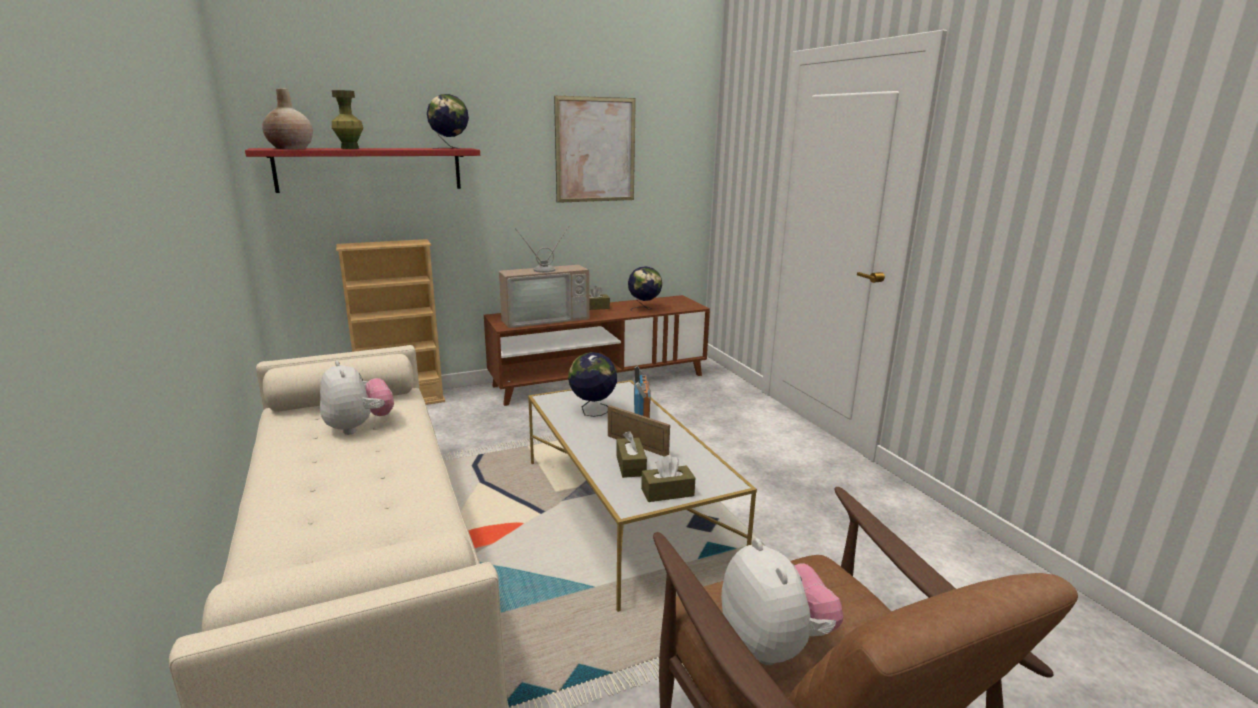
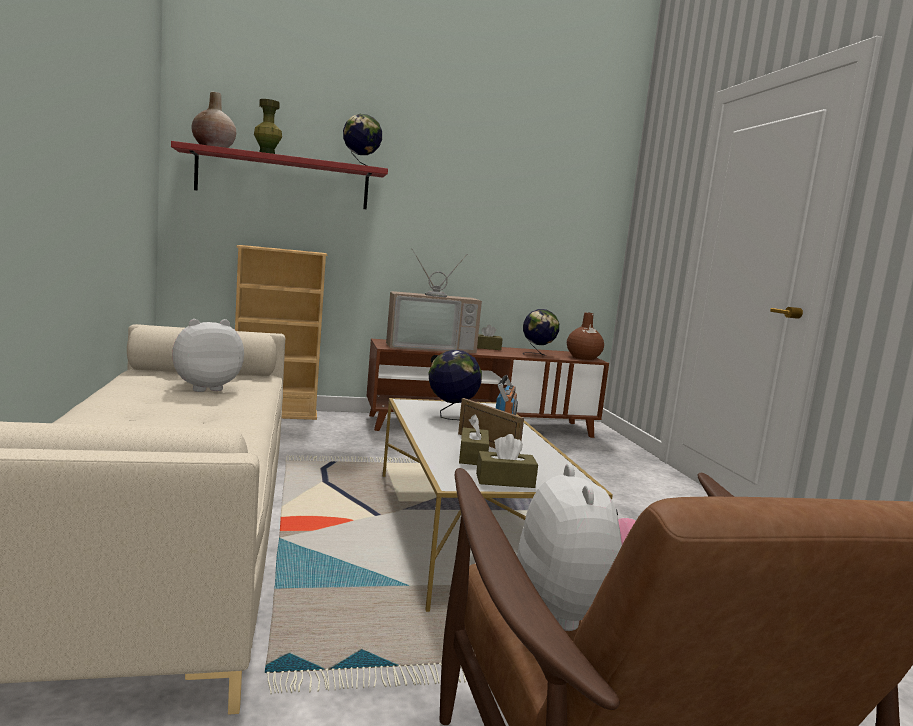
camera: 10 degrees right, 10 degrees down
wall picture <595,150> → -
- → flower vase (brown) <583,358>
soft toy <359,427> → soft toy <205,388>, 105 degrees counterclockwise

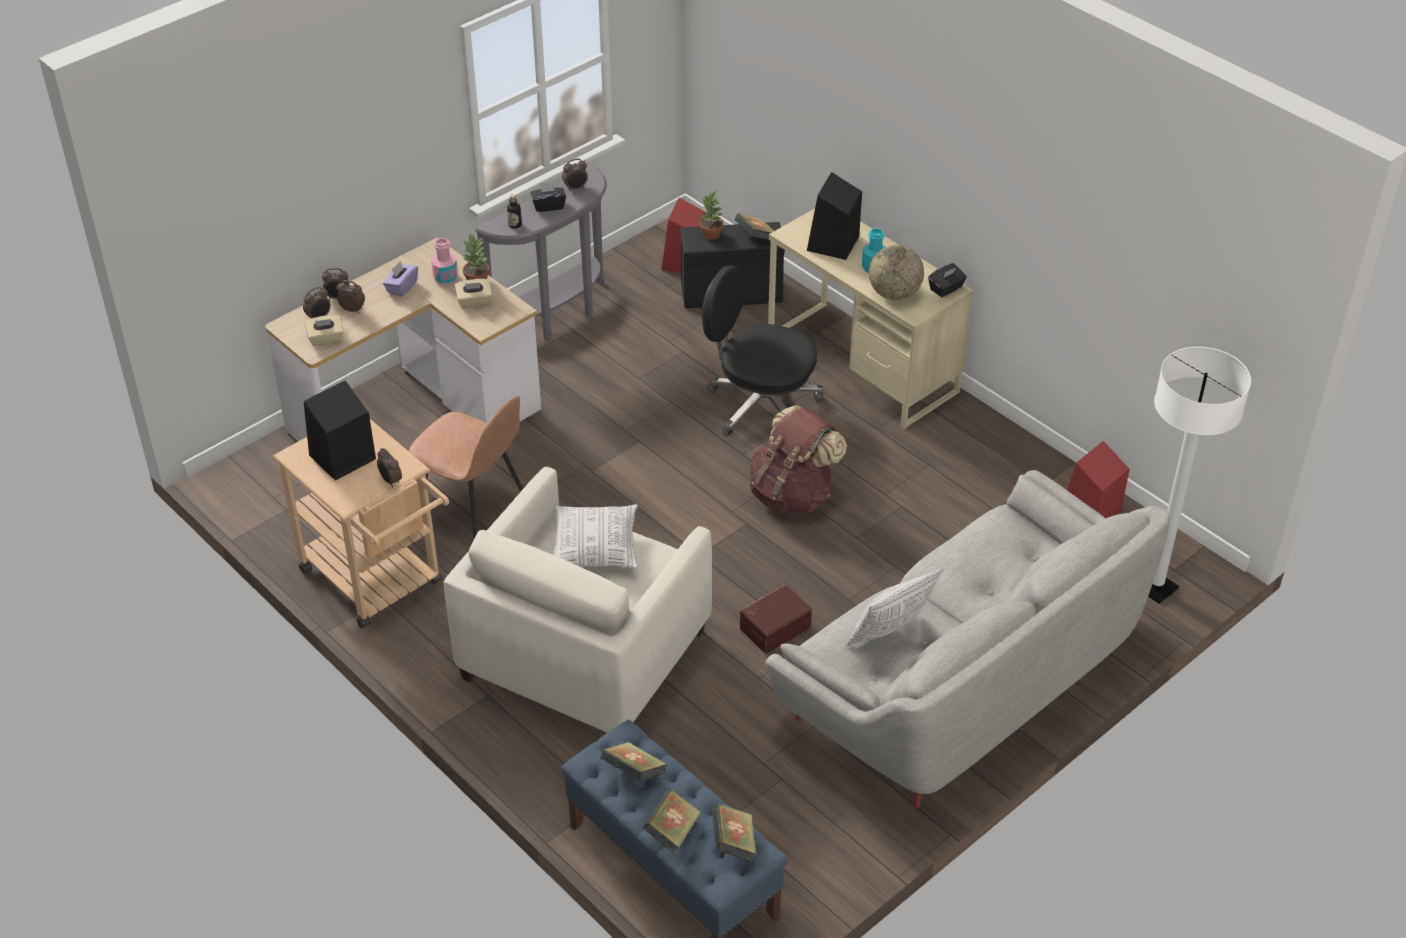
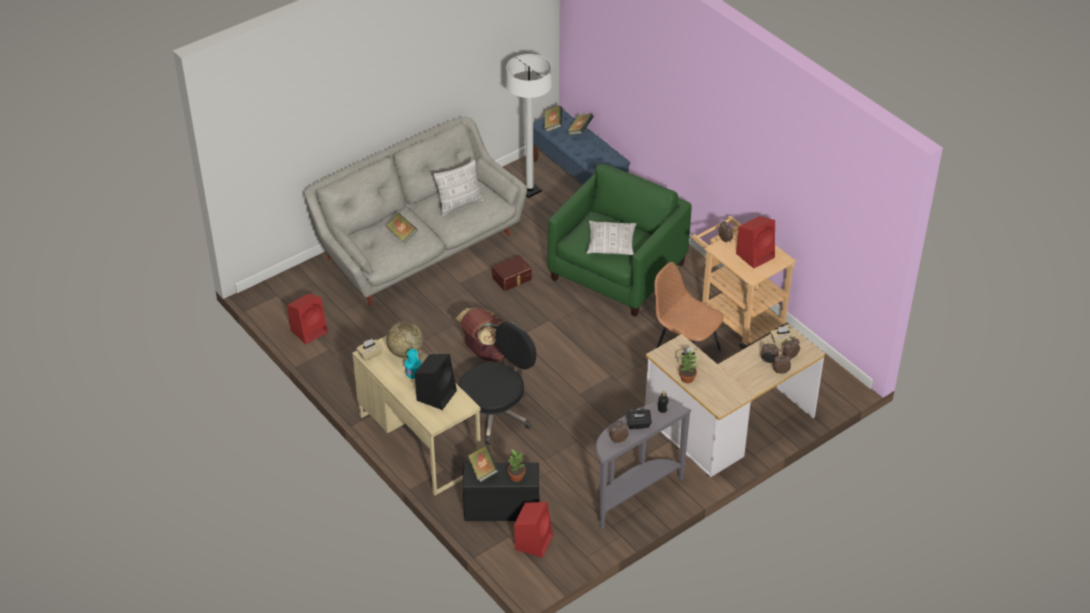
camera: 175 degrees left, 0 degrees up
tissue holder (purple-coloured) <401,287> → -
bottle (pink-coloured) <445,278> → -
book <634,773> → book <402,235>, shifted
standing lamp (white) <1156,588> → standing lamp (white) <529,190>, shifted
audio speaker (blackish) <341,458> → audio speaker (red) <755,255>
armchair (sand-coloured) <586,654> → armchair (green) <617,272>
tissue holder (blackish) <946,289> → tissue holder (sand-coloured) <370,354>
office chair (blackish) <760,405> → office chair (blackish) <496,414>, 75 degrees counterclockwise

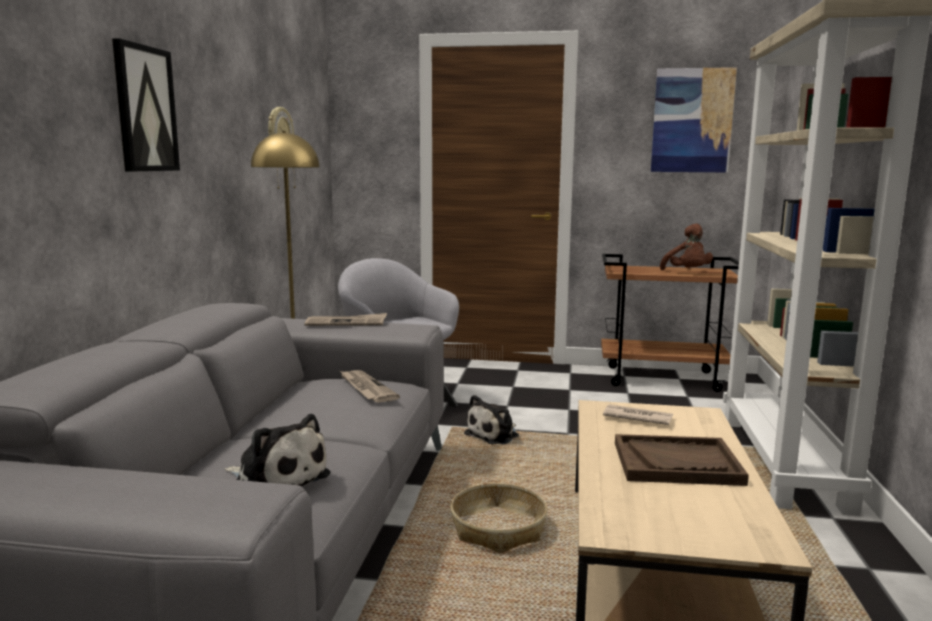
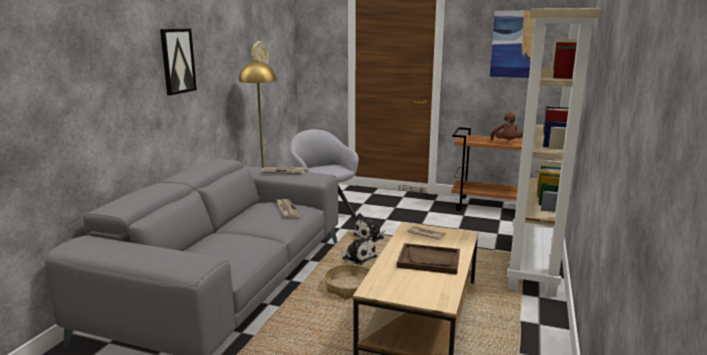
camera: 10 degrees right, 5 degrees up
soft toy <276,481> → soft toy <358,257>, shifted

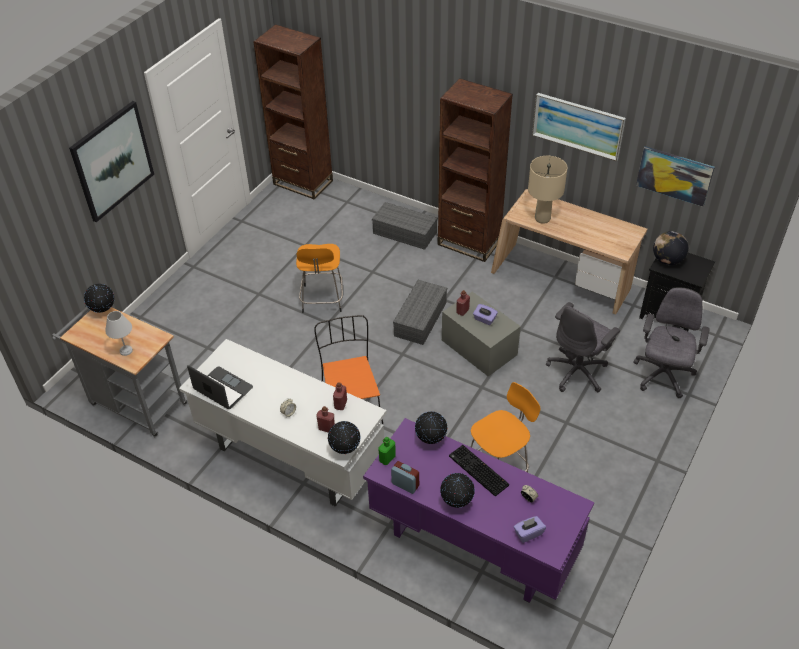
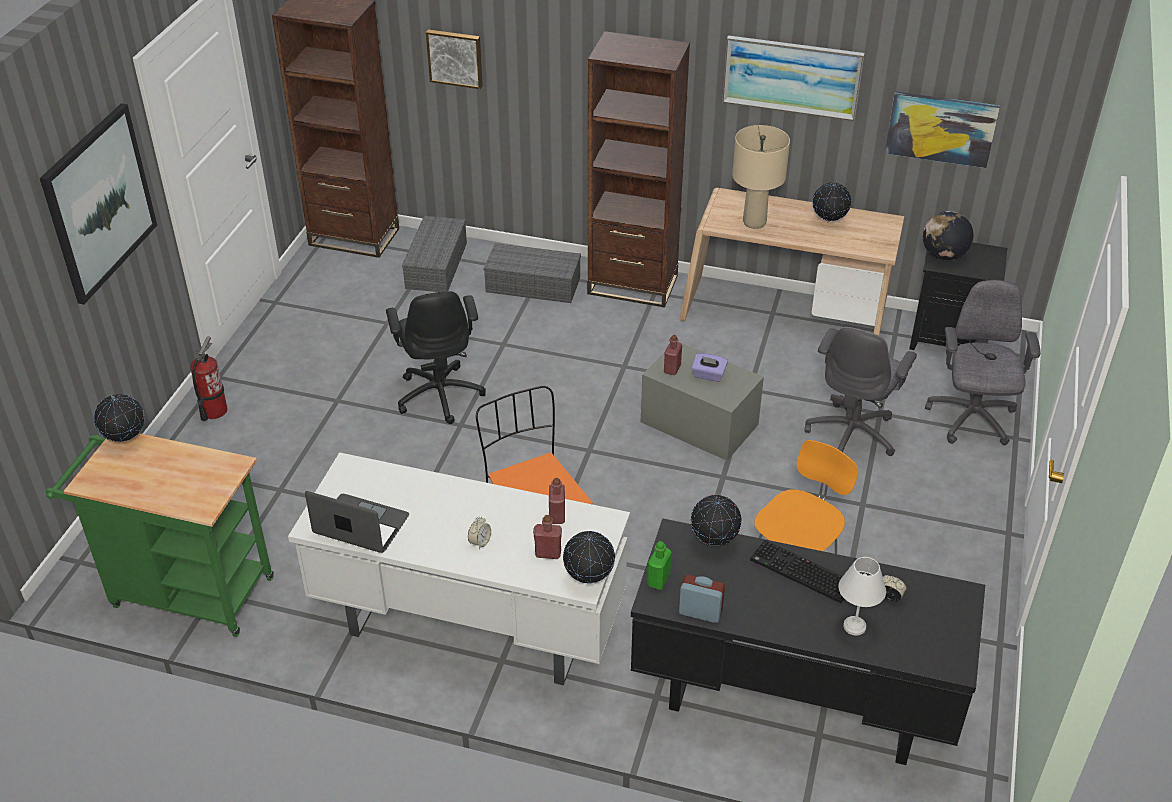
camera: 15 degrees left, 5 degrees down
tissue holder (purple-coloured) <528,533> → -
- → extinguisher <213,411>
- → wall picture <455,58>
lamp for a table (white) <126,351> → lamp for a table (white) <855,627>, shifted
storage box (greyish) <420,318> → storage box (greyish) <435,264>, shifted
desk globe <457,502> → desk globe <829,222>, shifted
sitting stool (orange-coloured) <322,300> → office chair (blackish) <440,394>
wheeled cart (greyish) <134,402> → wheeled cart (green) <184,591>
desk (purple-coloured) <471,546> → desk (blackish) <791,702>

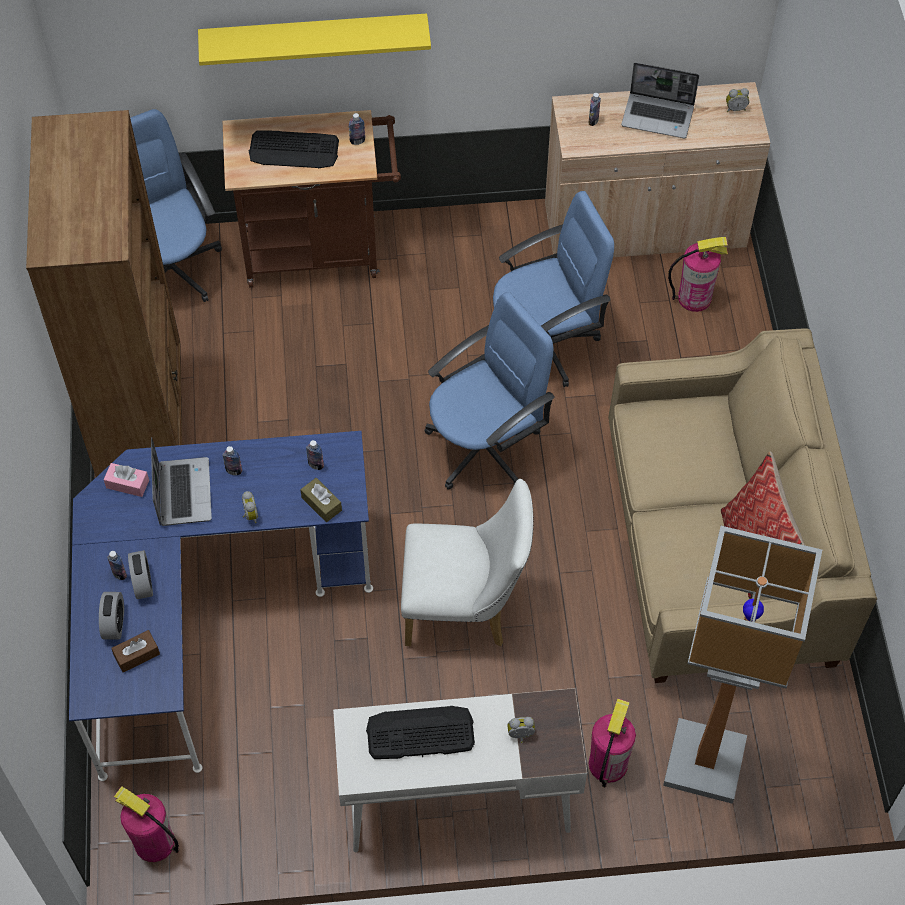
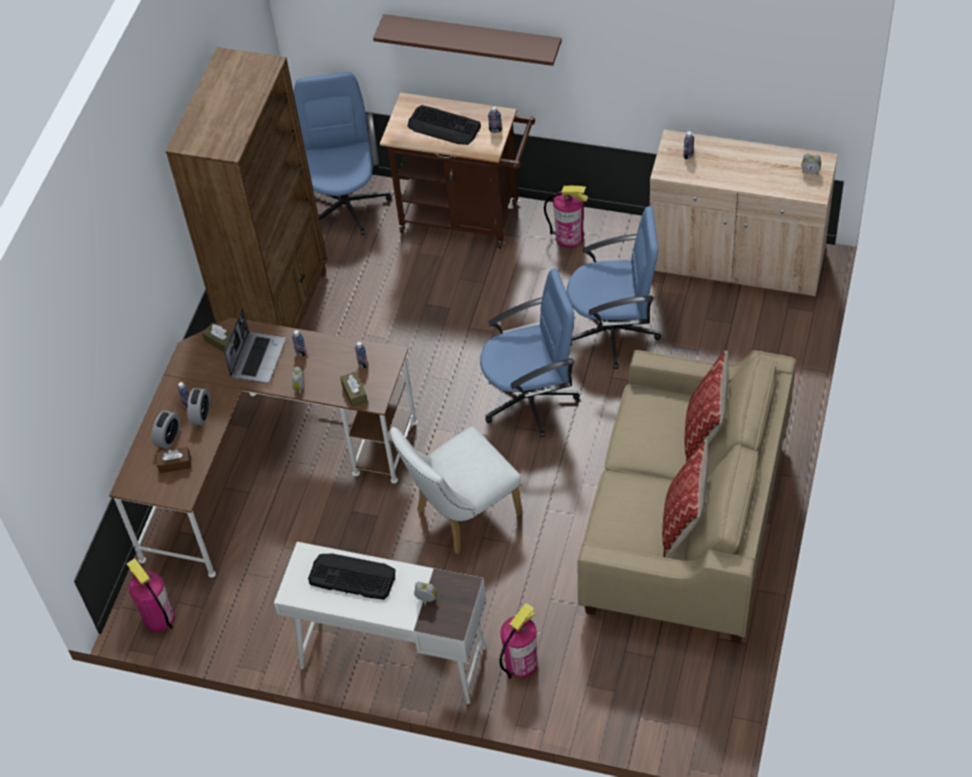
camera: 25 degrees right, 5 degrees down
portable computer <658,116> → -
standing lamp <705,764> → -
- → cushion <704,434>
extinguisher <694,297> → extinguisher <569,237>, shifted
desk (blue) <206,613> → desk (brown) <265,464>
tissue holder (pink-coloured) <127,484> → tissue holder (brown) <220,342>
shelf (yellow-coloured) <314,38> → shelf (brown) <472,40>
upright chair (white) <465,608> → upright chair (white) <461,515>, 120 degrees clockwise

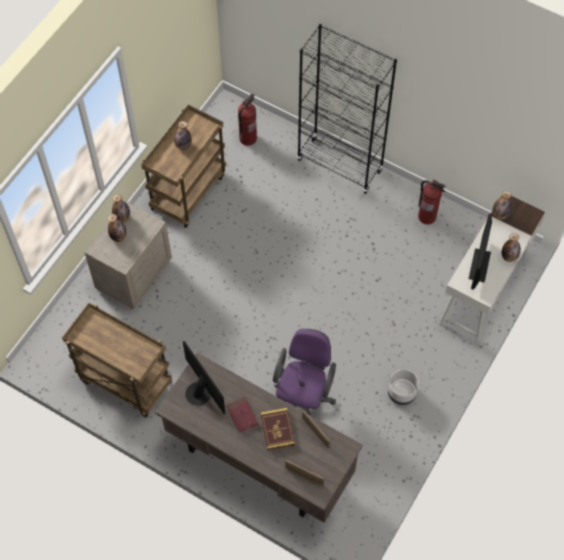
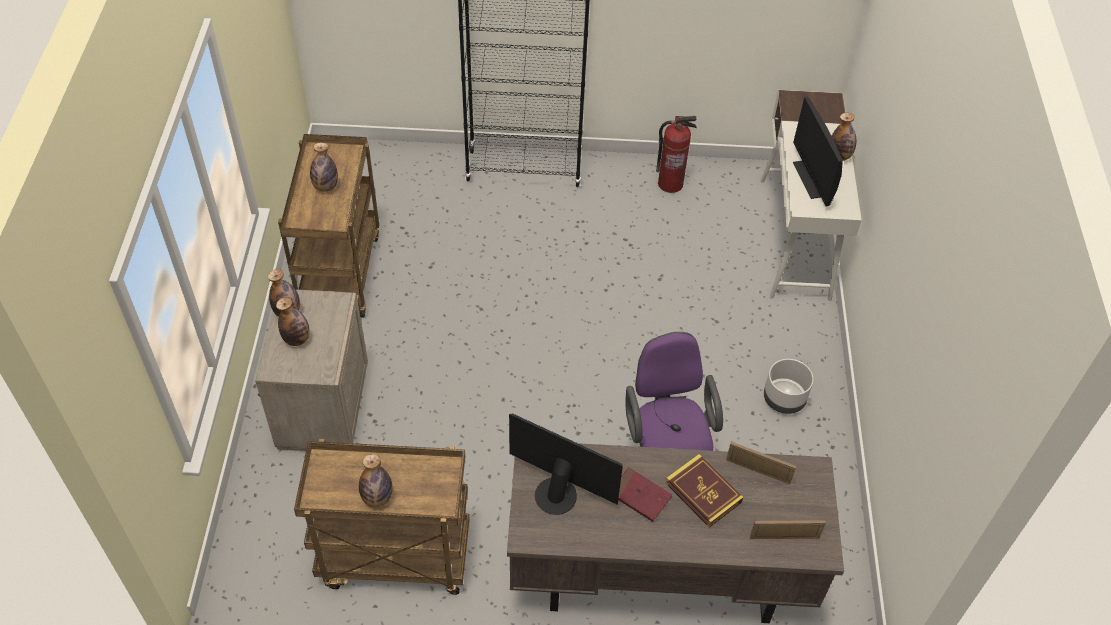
camera: 30 degrees left, 10 degrees down
extinguisher <248,138> → -
bottle <500,215> → bottle <377,498>, shifted

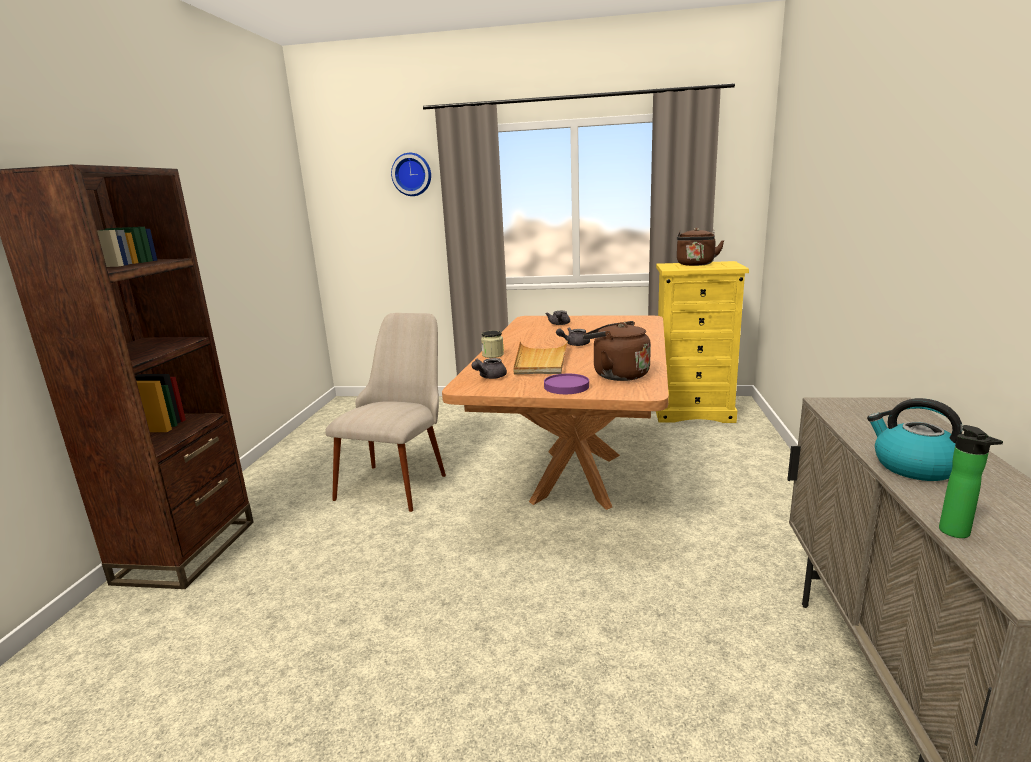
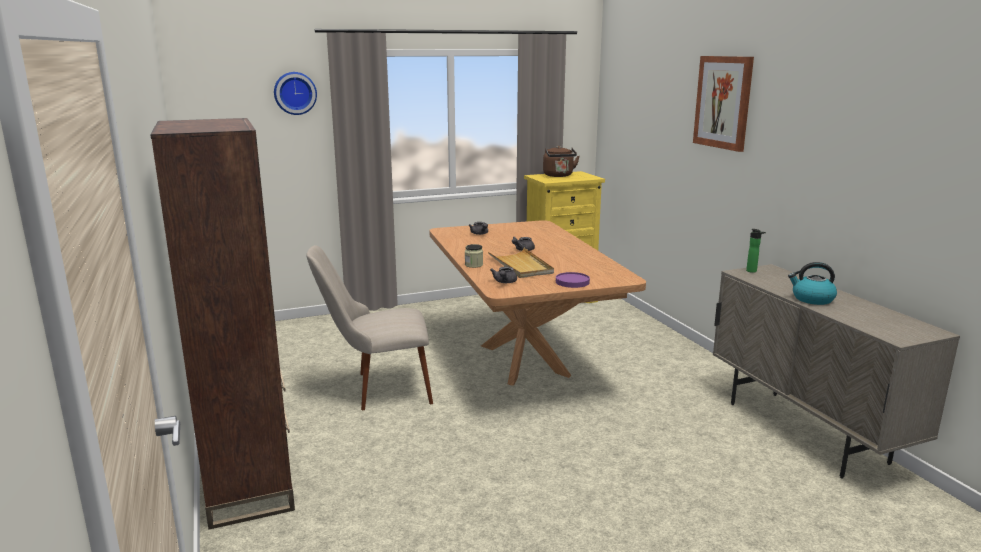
camera: 30 degrees left, 0 degrees up
water kettle (brown) <617,375> → -
- → wall picture <723,102>
bottle <957,534> → bottle <752,271>, shifted
upright chair (sand-coloured) <400,478> → upright chair (sand-coloured) <377,389>, 90 degrees counterclockwise

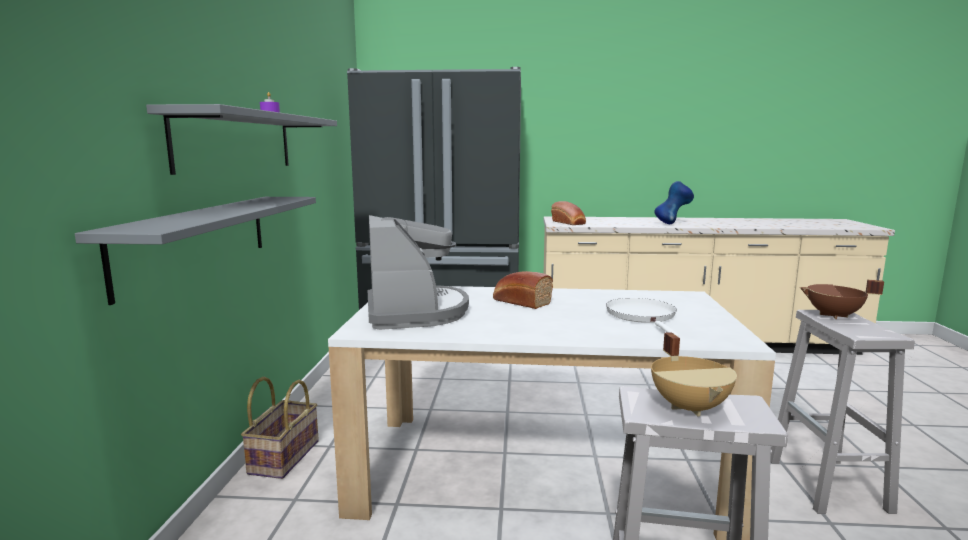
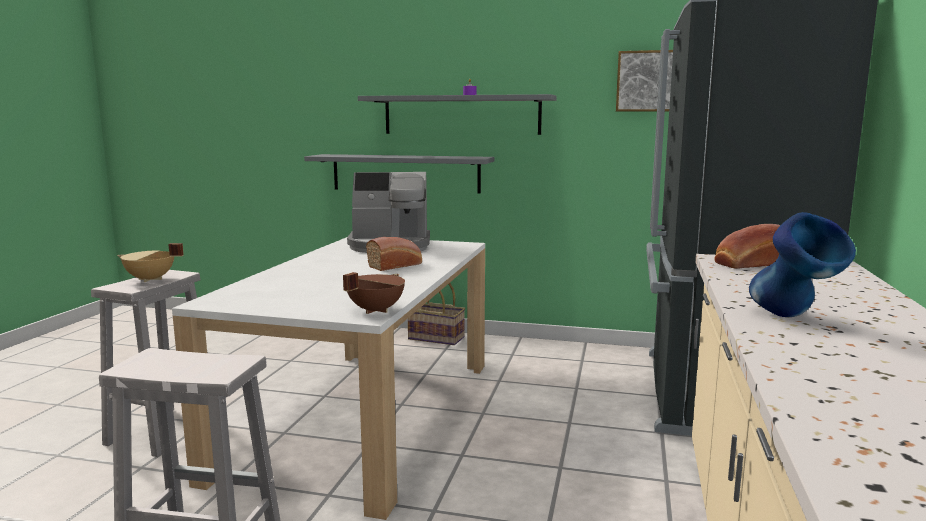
camera: 100 degrees right, 0 degrees up
skillet (white) <642,316> → -
- → wall picture <647,81>
cooking pot (brown) <834,316> → cooking pot (brown) <374,310>, shifted

